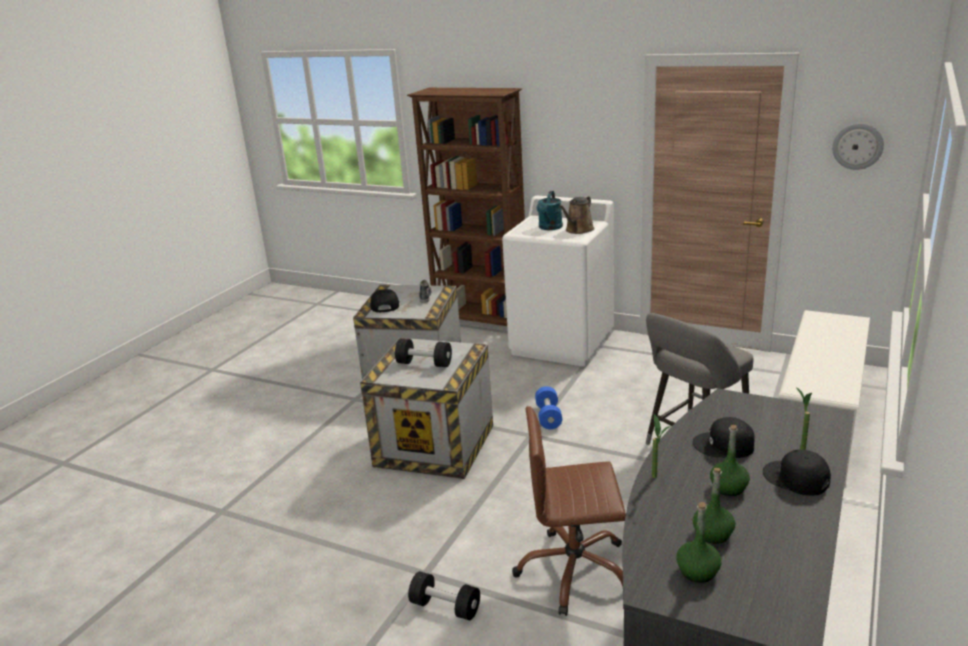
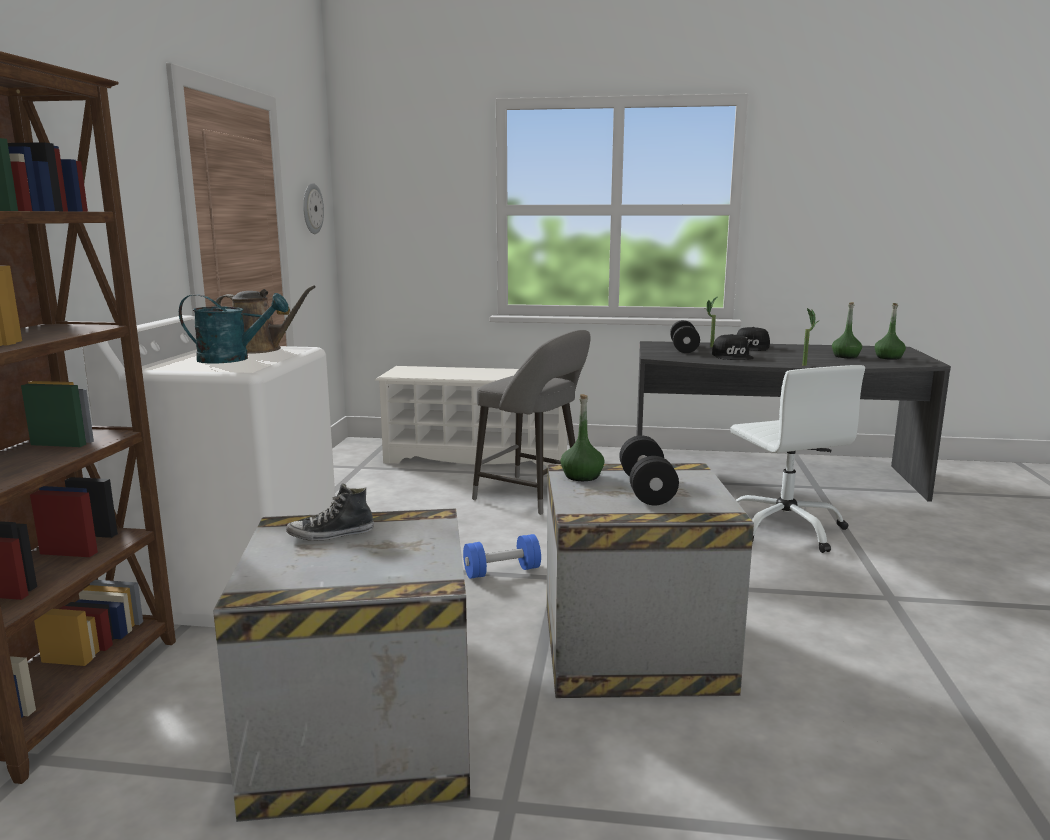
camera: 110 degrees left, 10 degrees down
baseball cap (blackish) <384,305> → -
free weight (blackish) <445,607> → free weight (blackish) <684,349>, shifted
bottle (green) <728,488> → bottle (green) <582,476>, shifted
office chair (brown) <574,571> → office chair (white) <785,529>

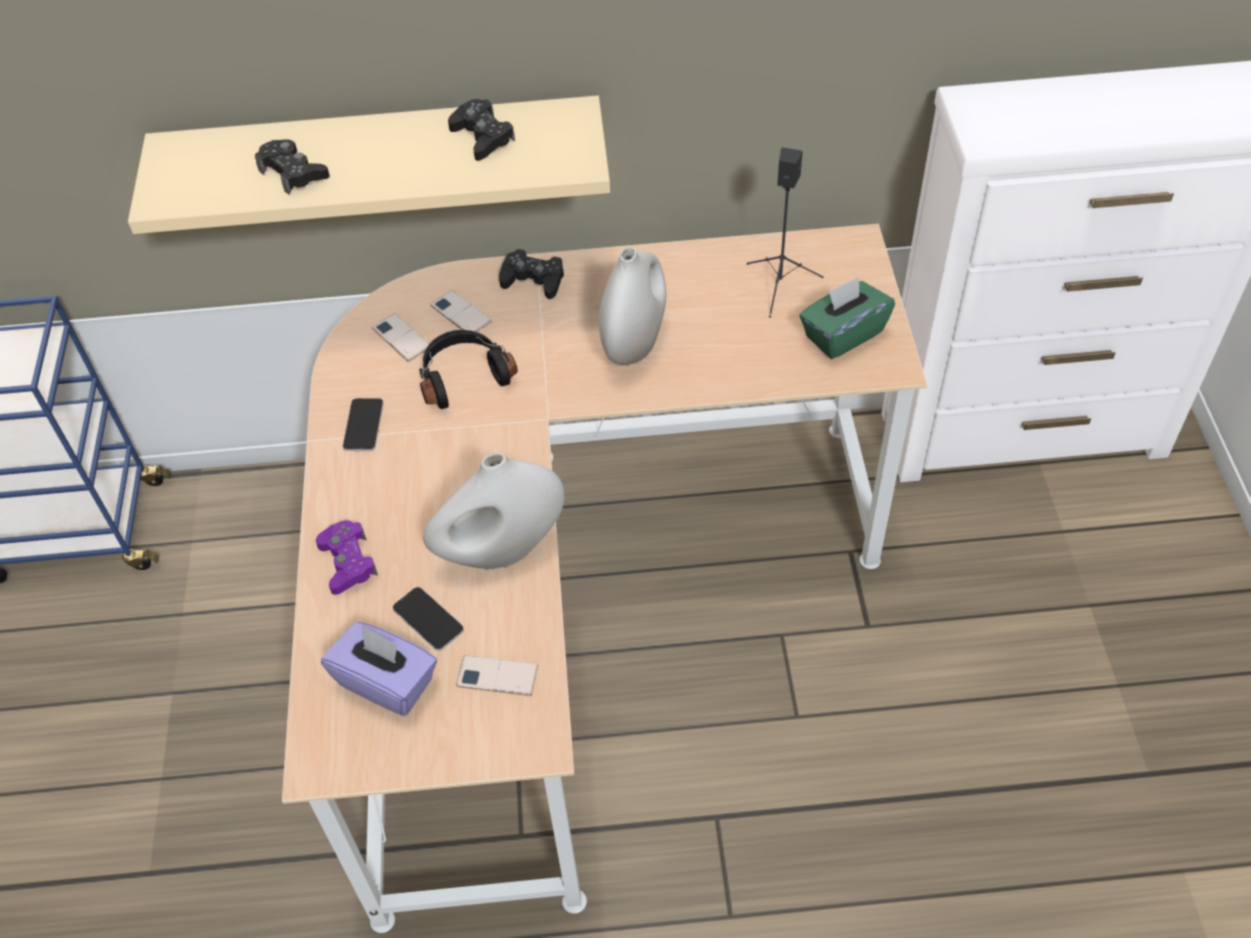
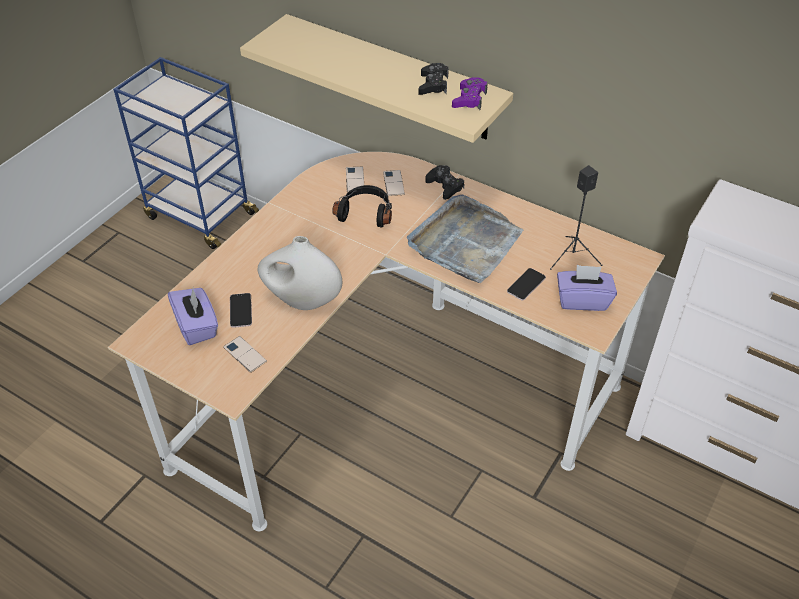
camera: 35 degrees right, 5 degrees down
gamepad (blackish) <293,173> → -
gamepad (purple-coloured) <348,562> → gamepad (purple-coloured) <469,99>, shifted
handset <363,425> → handset <526,284>, shifted
flower vase (white) <634,342> → serving tray (greyish) <465,242>
tissue holder (green) <843,334> → tissue holder (purple-coloured) <582,300>

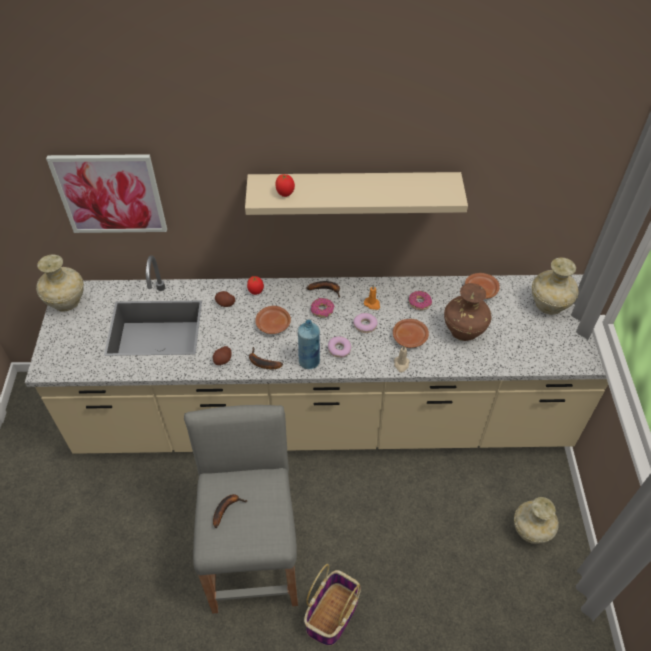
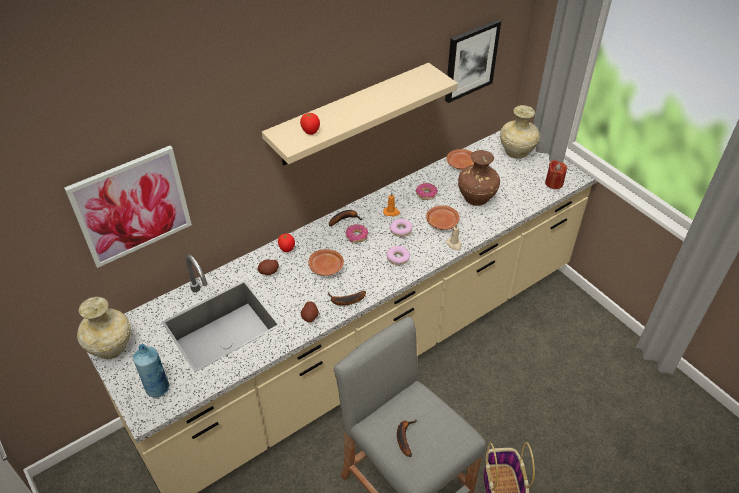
camera: 35 degrees left, 5 degrees down
flower vase (sand-coloured) <531,531> → -
- → wall picture <470,60>
- → candle (red) <554,183>
bottle (blue) <309,361> → bottle (blue) <157,388>, shifted

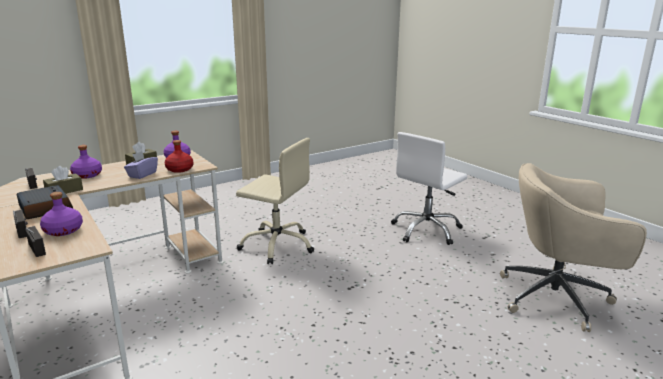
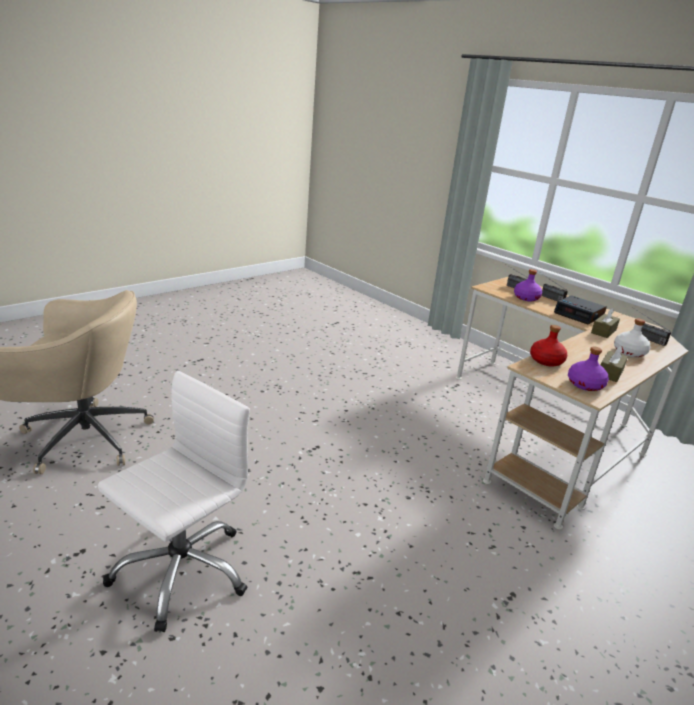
camera: 170 degrees right, 5 degrees up
tissue holder (purple-coloured) <142,174> → -
office chair (sand-coloured) <277,245> → -
bottle (purple-coloured) <87,175> → bottle (white) <629,352>

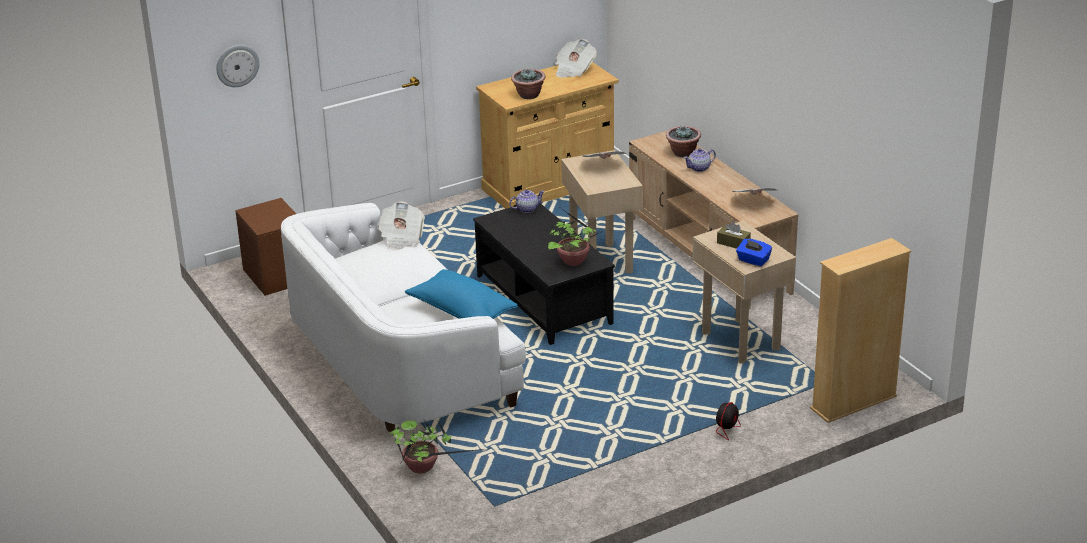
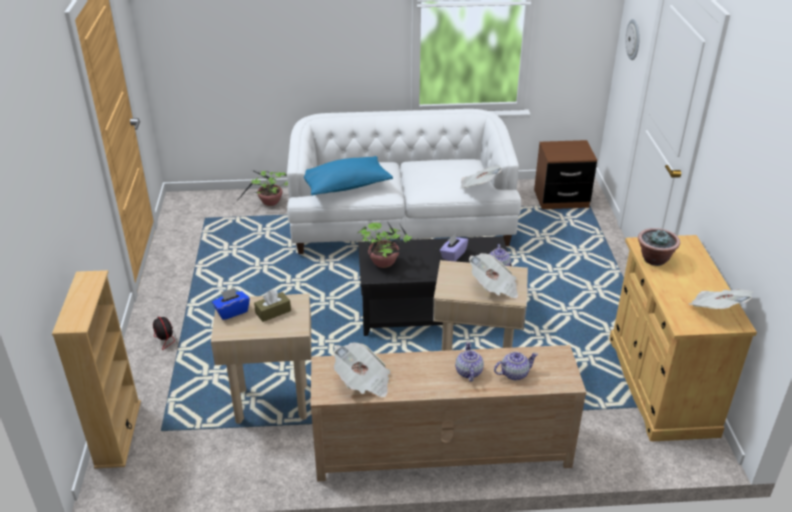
camera: 115 degrees right, 5 degrees up
- → tissue holder (purple-coloured) <453,255>
houseplant <683,153> → tea pot <514,373>

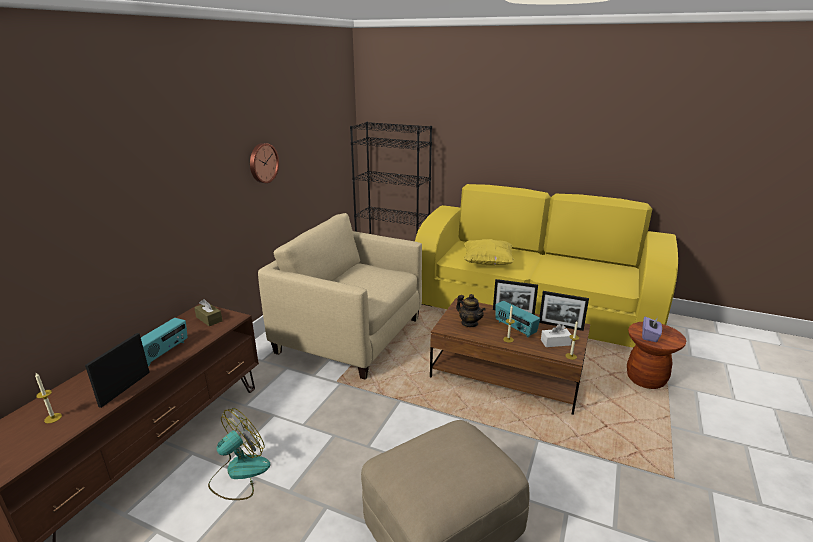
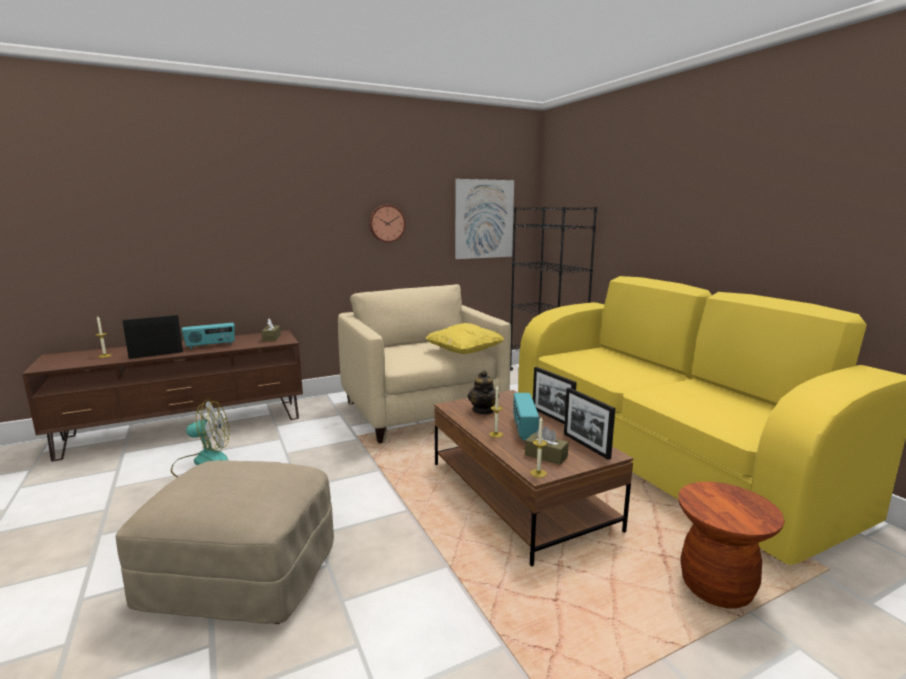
camera: 40 degrees right, 10 degrees down
tissue holder (purple-coloured) <650,336> → -
- → wall picture <484,219>
cushion (yellow-coloured) <487,263> → cushion (yellow-coloured) <464,353>, shifted
tissue holder (white) <555,342> → tissue holder (brown) <546,456>

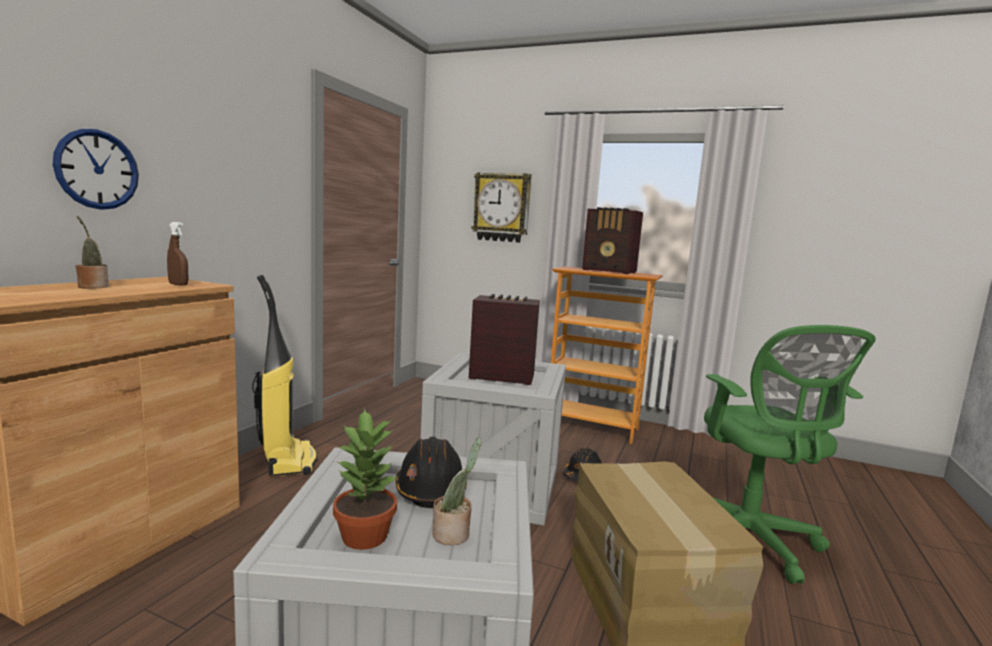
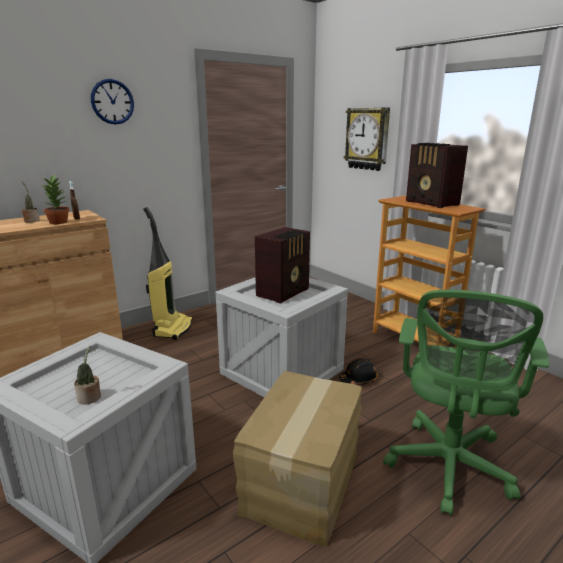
camera: 30 degrees right, 10 degrees up
work helmet (blackish) <431,489> → -
wall clock <97,169> → wall clock <112,102>, shifted
houseplant <366,536> → houseplant <59,222>, shifted
radio <500,376> → radio <284,292>, 90 degrees clockwise

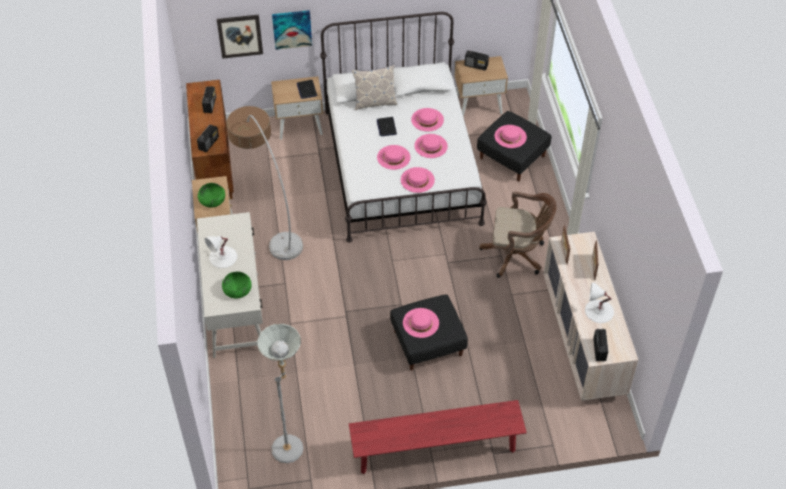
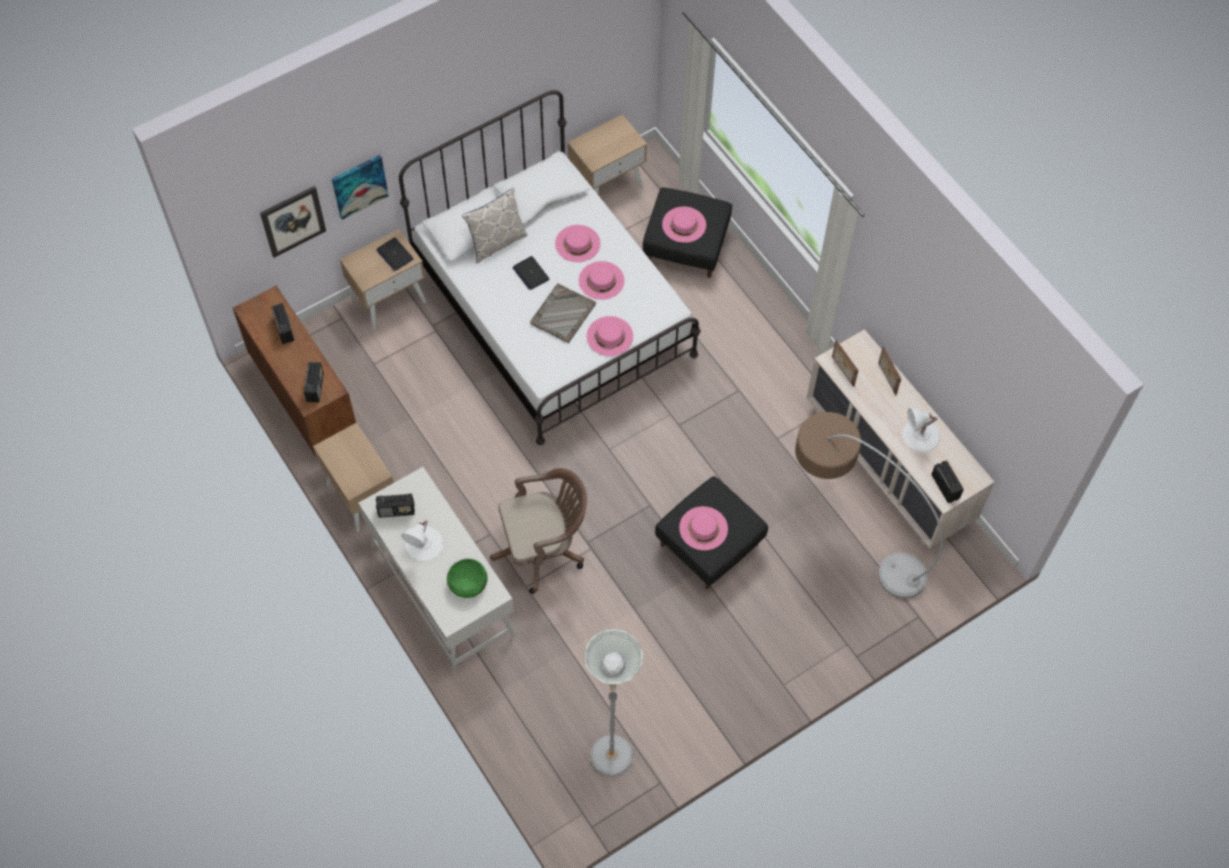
camera: 25 degrees left, 10 degrees up
deep dish (green) <212,200> → -
indoor bench (red) <436,449> → -
standing lamp <269,214> → standing lamp <848,536>, shifted
radio <476,65> → radio <397,510>, shifted
office chair (brown) <517,255> → office chair (brown) <543,548>, shifted
wearable hat (pink-coloured) <393,157> → serving tray (greyish) <562,314>

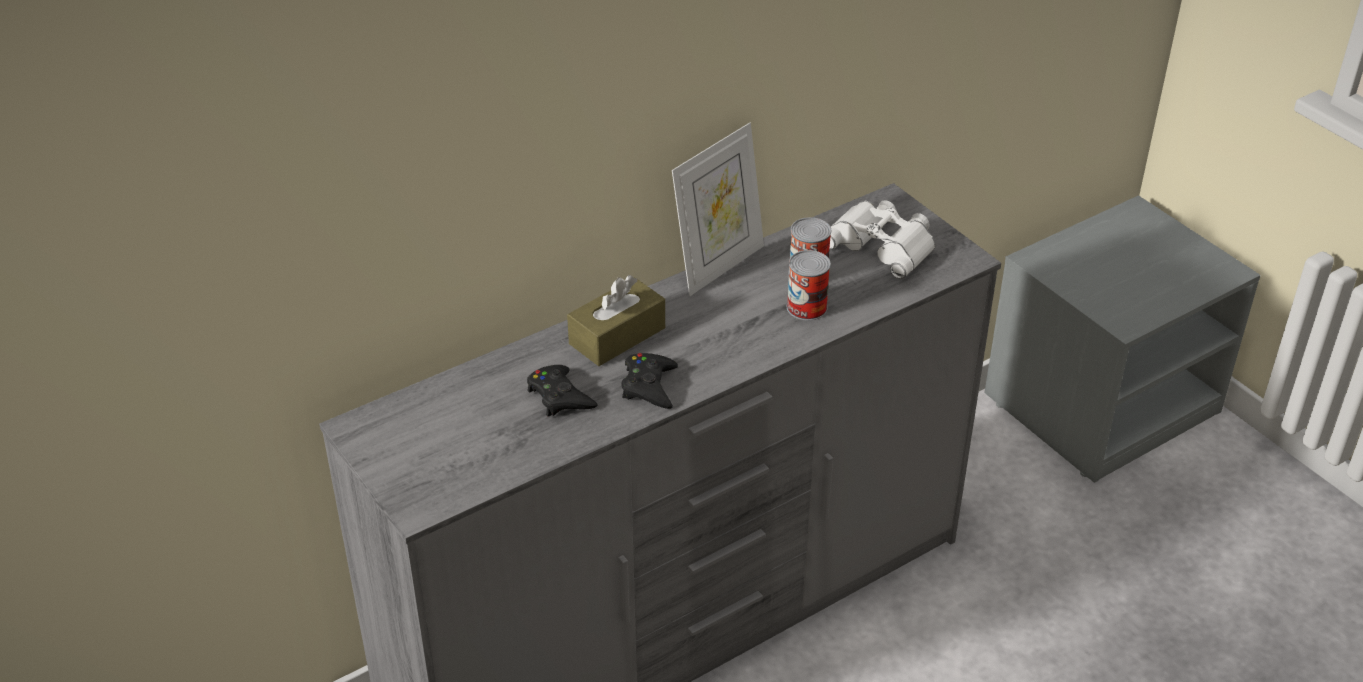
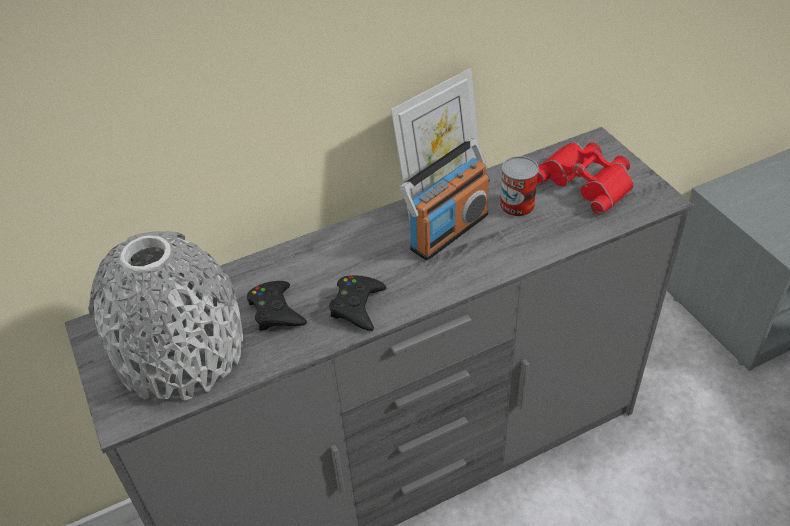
camera: 10 degrees right, 5 degrees up
tissue holder (brown) <617,336> → -
metal can <806,307> → -
- → flower vase (greyish) <180,351>
- → radio <448,231>
binoculars (white) <883,244> → binoculars (red) <587,181>

